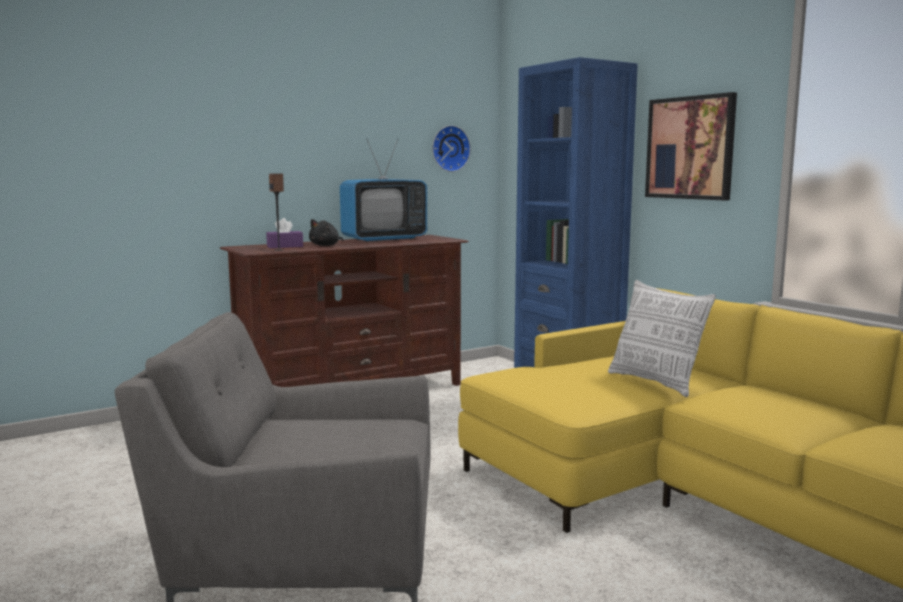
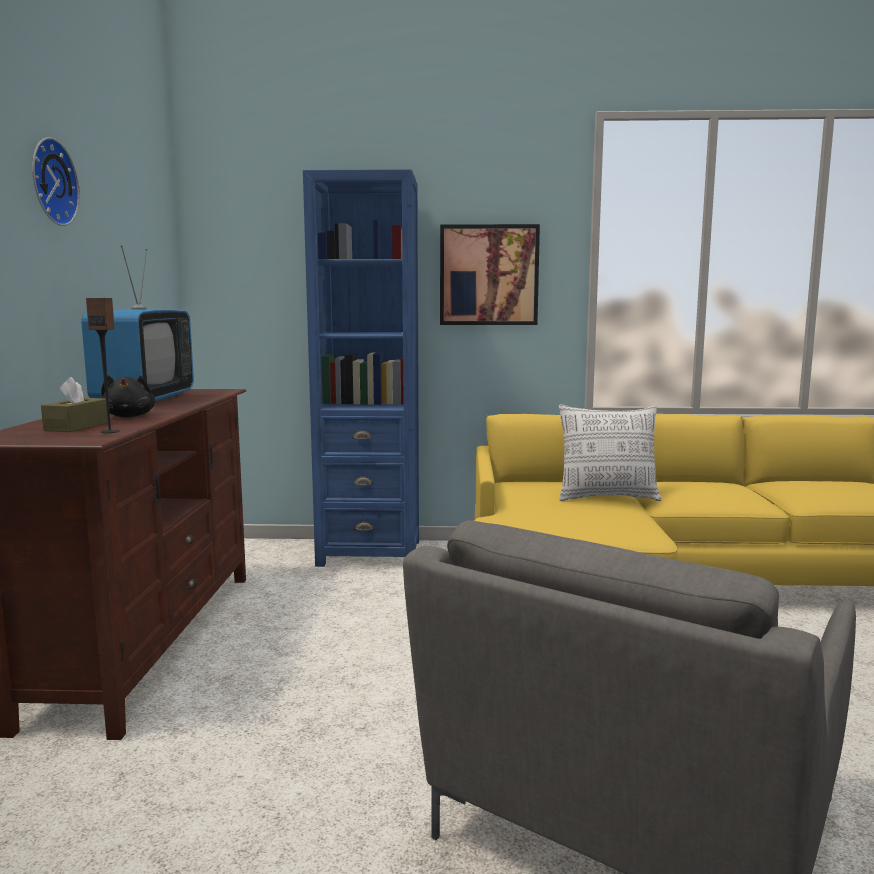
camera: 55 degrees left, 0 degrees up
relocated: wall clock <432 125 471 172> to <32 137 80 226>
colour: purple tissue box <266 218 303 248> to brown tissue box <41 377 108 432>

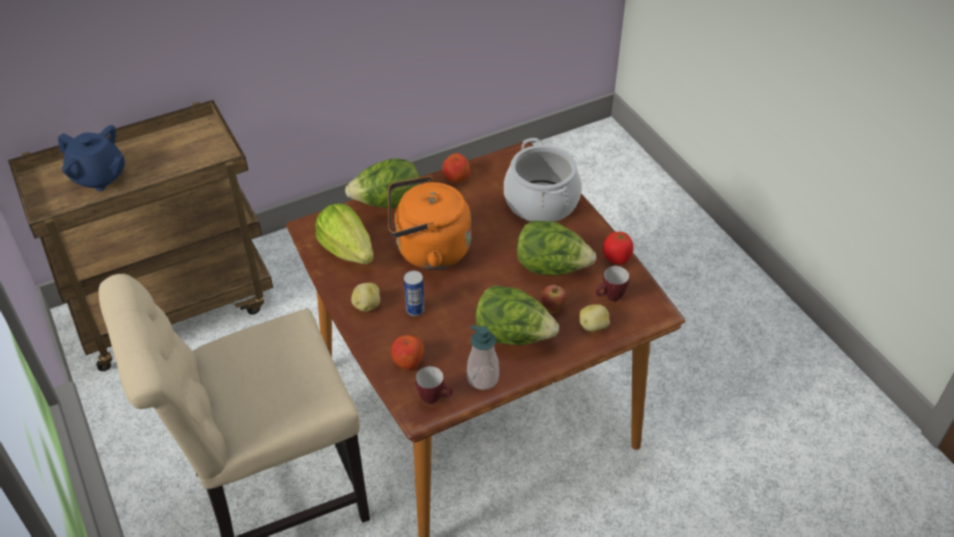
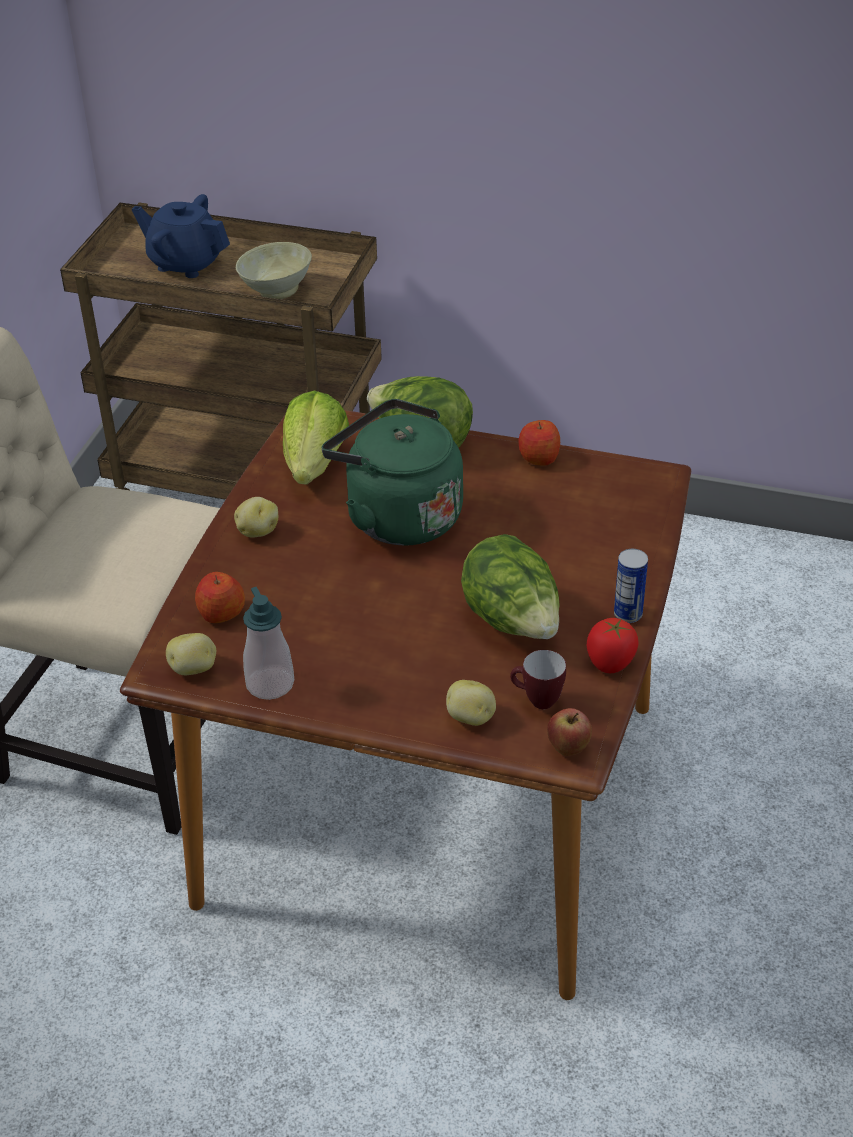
camera: 45 degrees right, 5 degrees down
missing: lettuce <475 285 559 345>; cooking pot <504 138 582 222>
appeared: beige bowl <236 242 312 299>
relocated: can <404 271 425 316> to <614 549 648 623>; apple <541 285 567 312> to <547 708 592 756>
exchanged: mug <415 366 453 404> to potato <166 633 216 675>
colour: orange kettle <388 176 471 270> to green kettle <322 399 463 545>
spun: blue teapot <58 125 125 191> = <132 194 230 278> 135 degrees clockwise

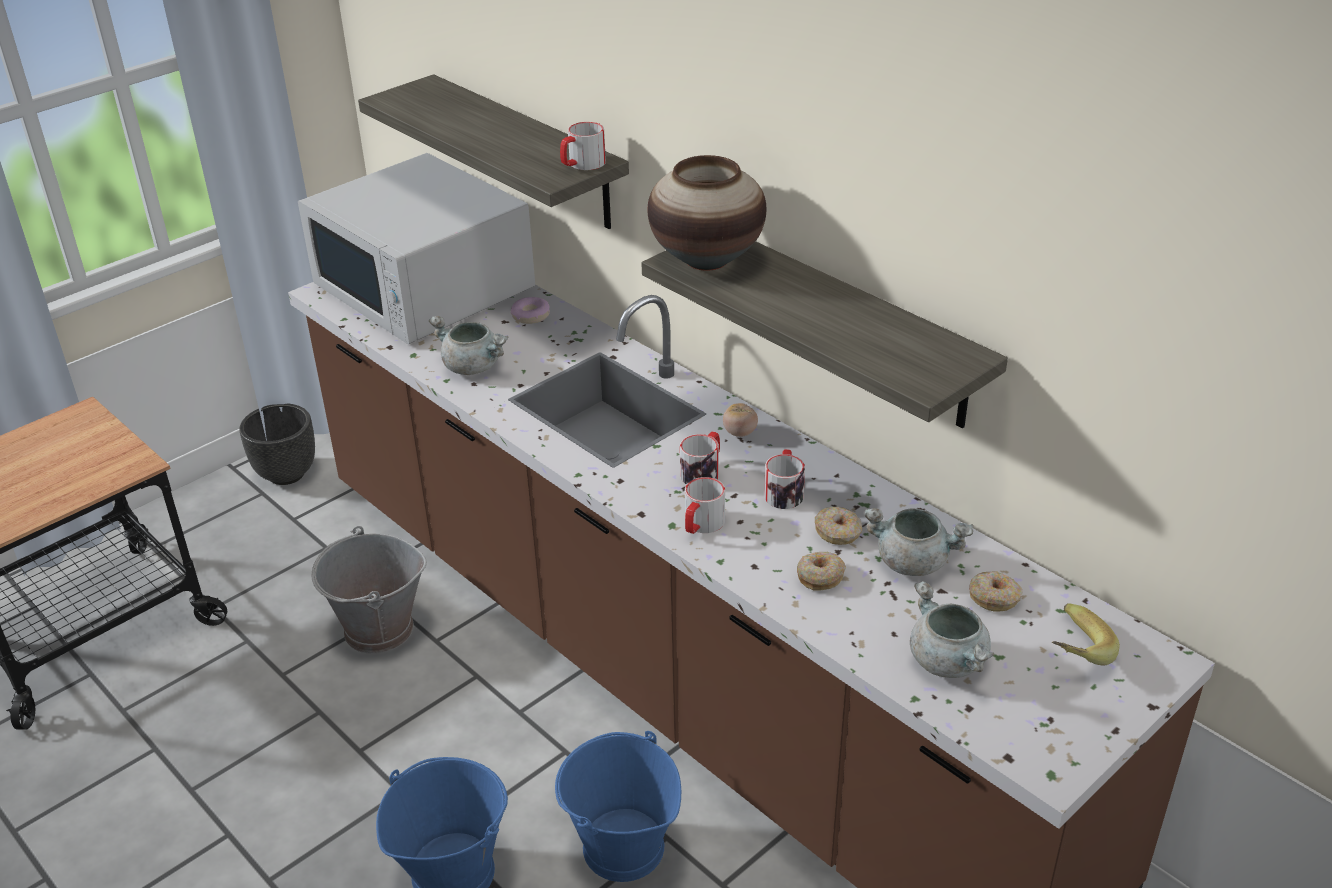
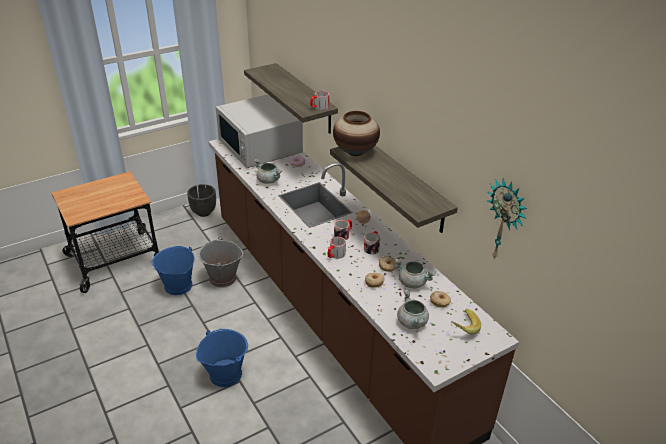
camera: 10 degrees right, 0 degrees up
appeared: wall clock <487 178 527 259>
relocated: blue bucket <555 731 681 882> to <151 246 195 295>

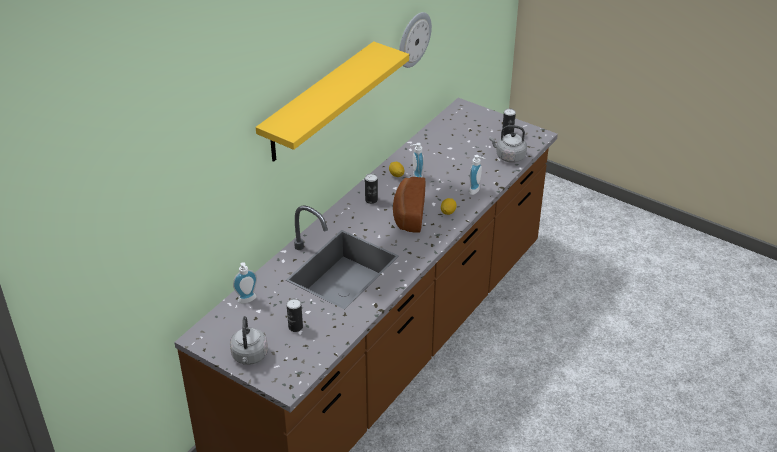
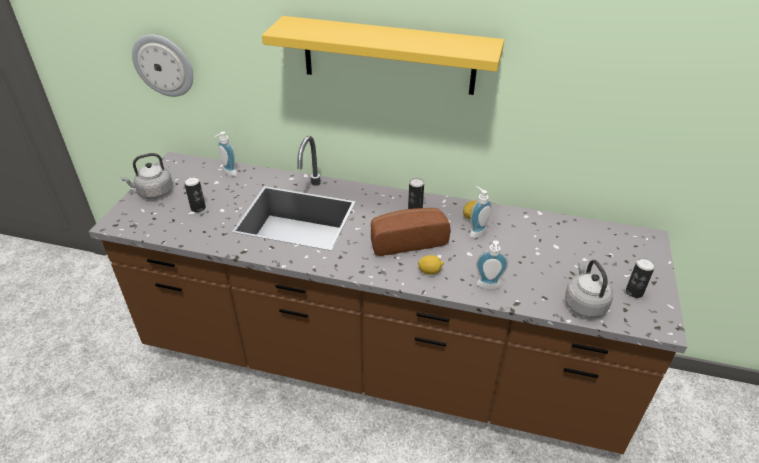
camera: 70 degrees right, 0 degrees up
relocated: wall clock <399 12 432 68> to <132 35 193 97>

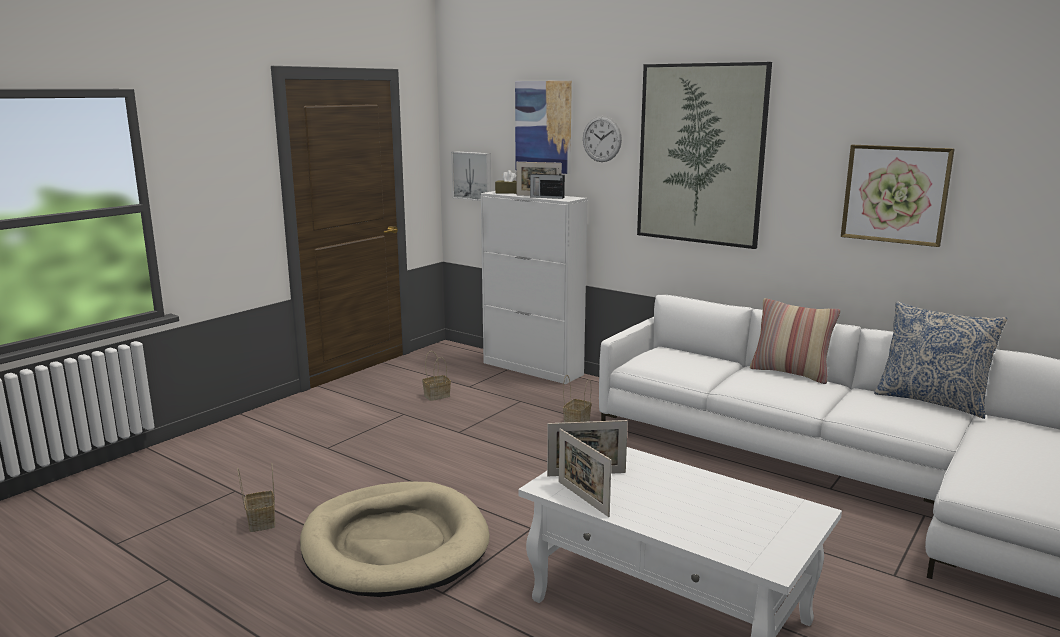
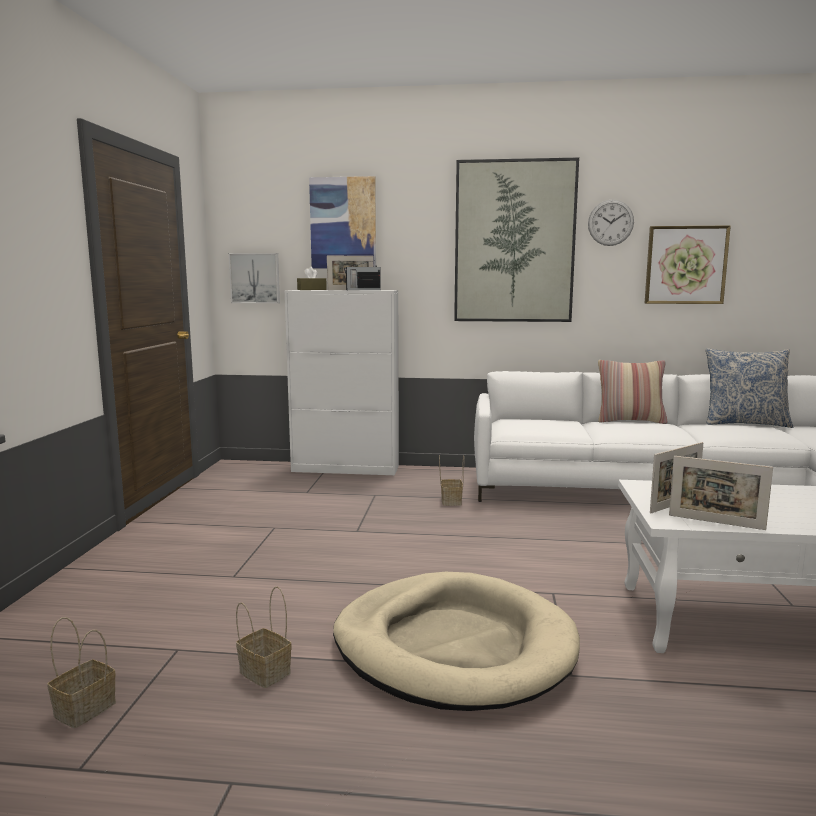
camera: 30 degrees left, 5 degrees down
relocated: basket <422 351 451 401> to <47 617 116 728>; wall clock <583 116 622 162> to <588 199 634 246>

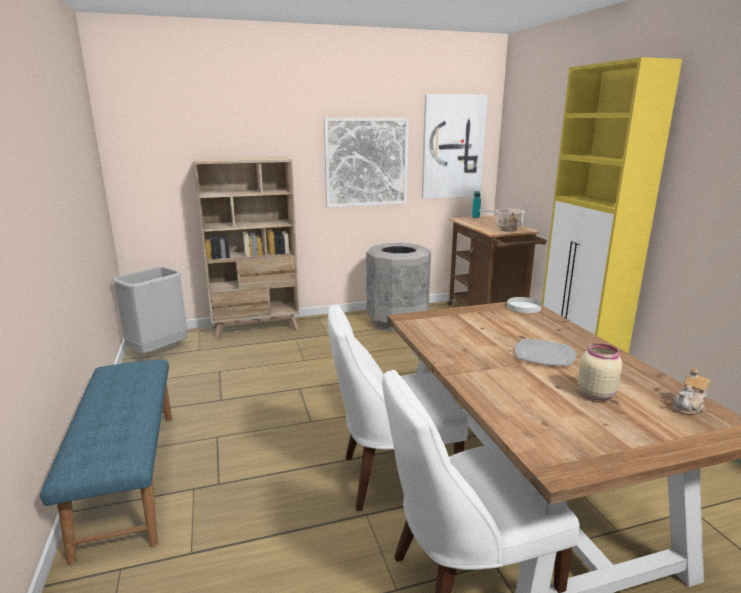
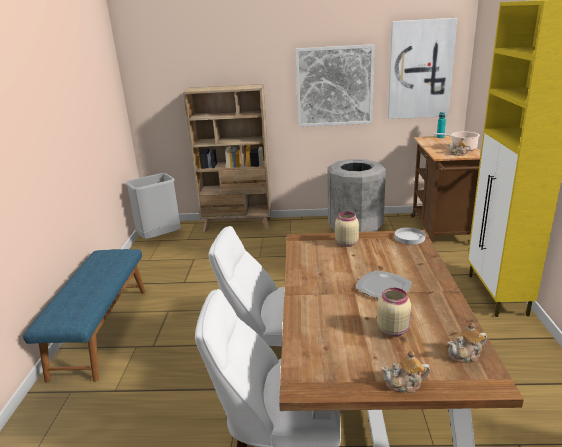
camera: 20 degrees right, 5 degrees up
appeared: beige jar <335 212 359 247>; teapot <381 351 430 393>

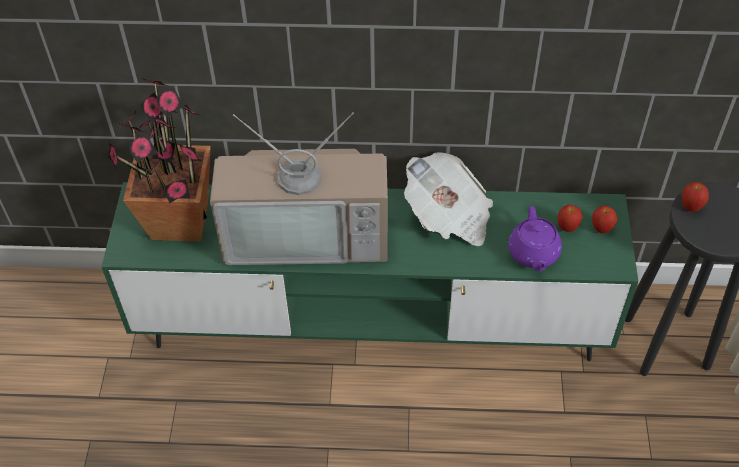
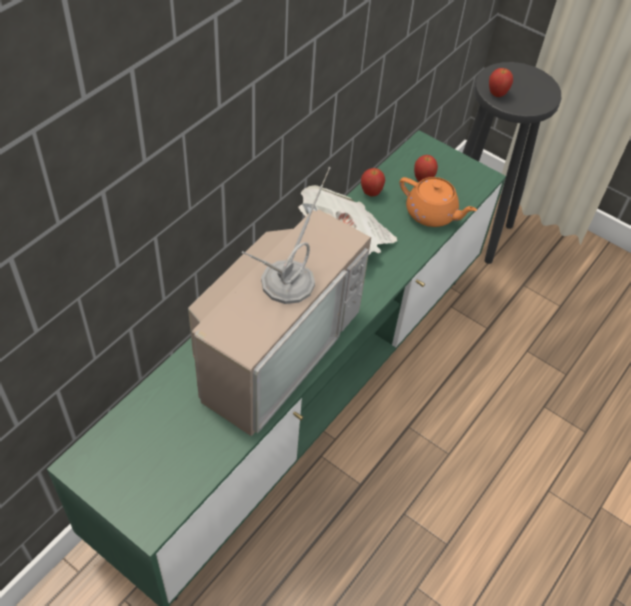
camera: 60 degrees left, 0 degrees up
missing: potted plant <108 78 211 241>
relocated: apple <592 206 617 233> to <361 168 385 196>
colour: purple teapot <508 206 562 271> to orange teapot <400 177 477 227>

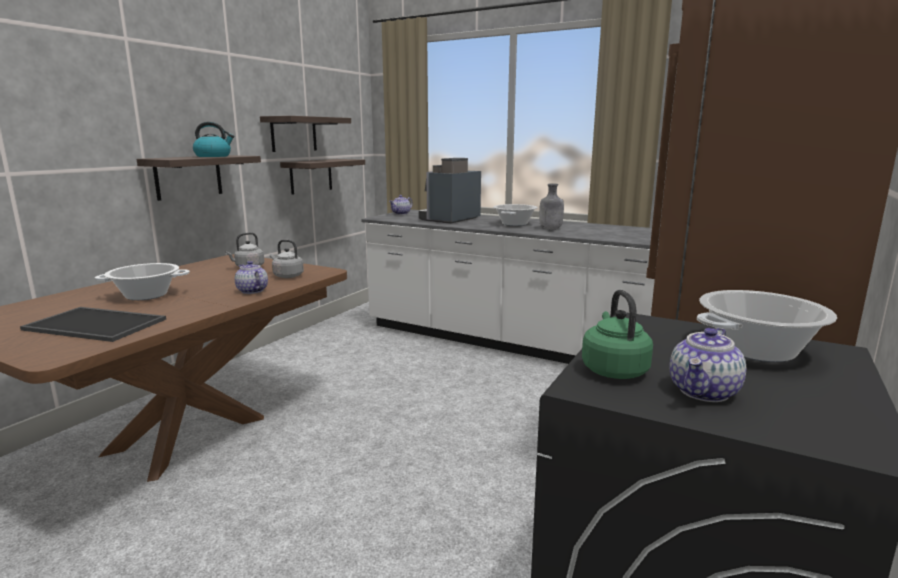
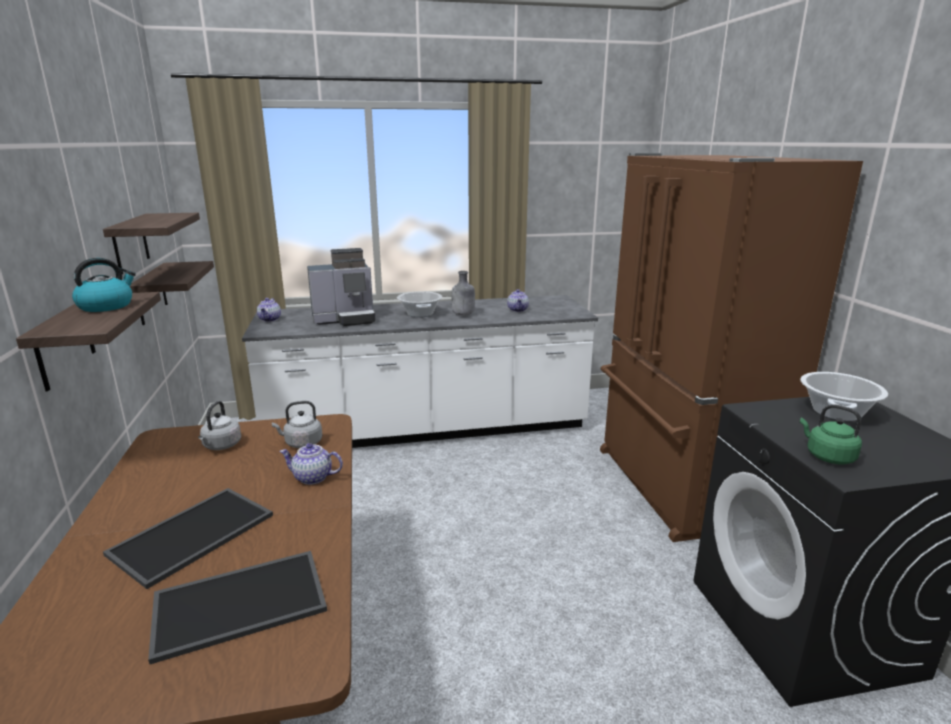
camera: 40 degrees left, 5 degrees up
relocated: teapot <669 328 746 402> to <507 289 529 312>
exchanged: cooking pot <95 263 190 300> to tray <103 488 273 589>
spun: coffee machine <418 158 481 224> = <307 248 376 326> 105 degrees counterclockwise

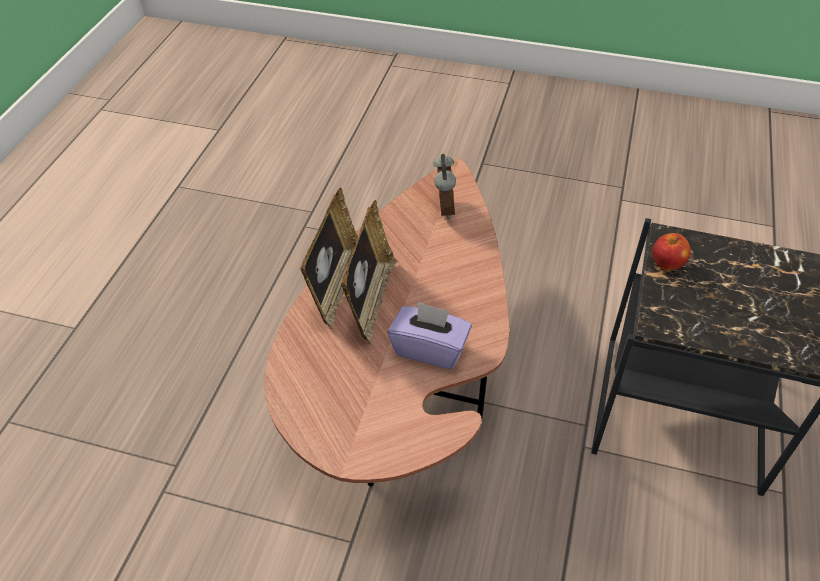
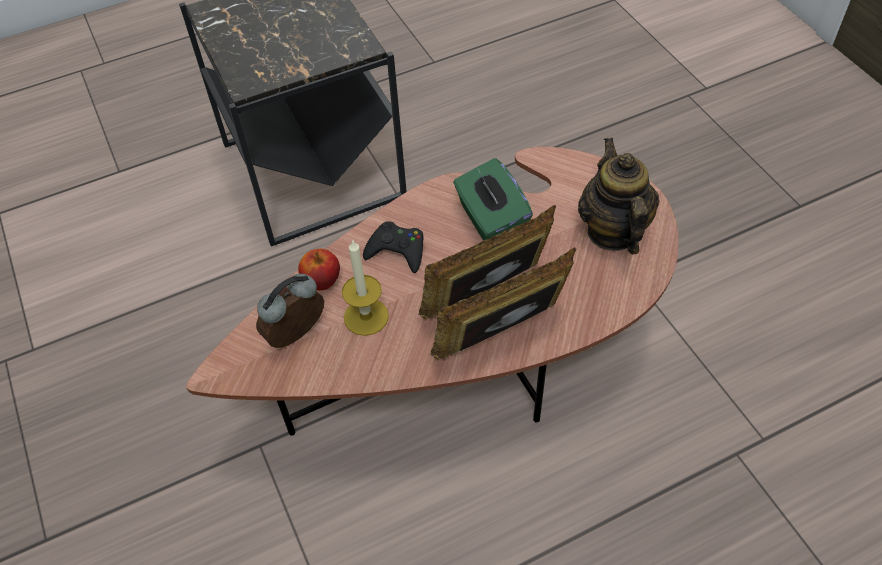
camera: 130 degrees left, 5 degrees up
appeared: candle <342 239 389 336>; black game controller <363 221 424 273>; teapot <578 138 660 254>
relocated: apple <652 233 690 271> to <298 249 340 291>
colour: purple tissue box <388 301 472 369> to green tissue box <453 158 533 240>

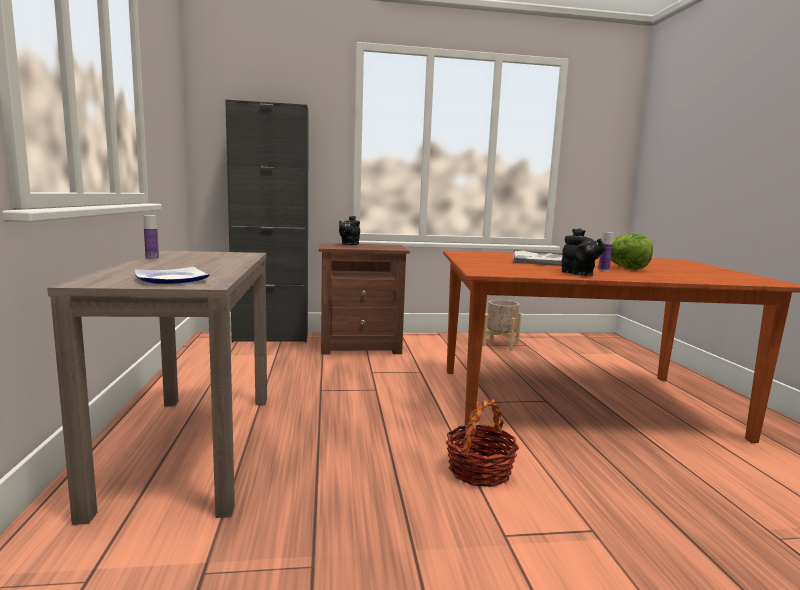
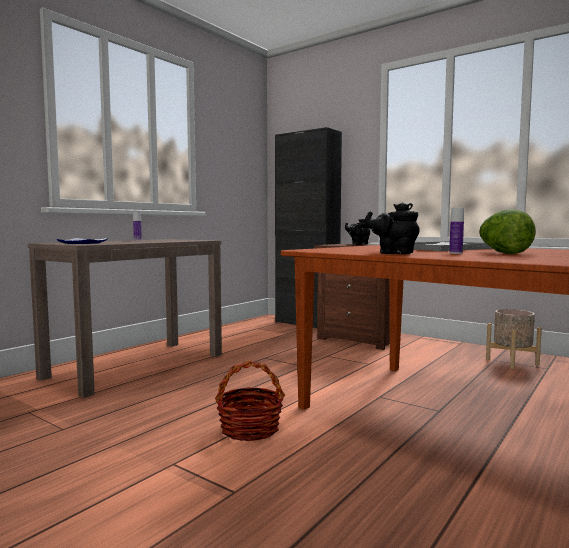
camera: 45 degrees right, 5 degrees down
spun: black teapot <561 228 605 276> = <365 202 420 254> 90 degrees clockwise

